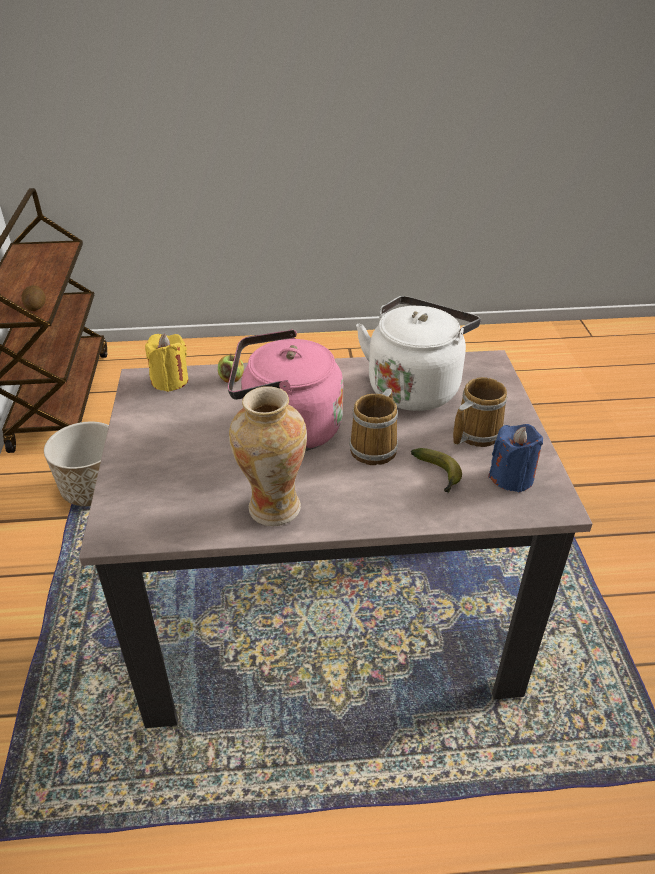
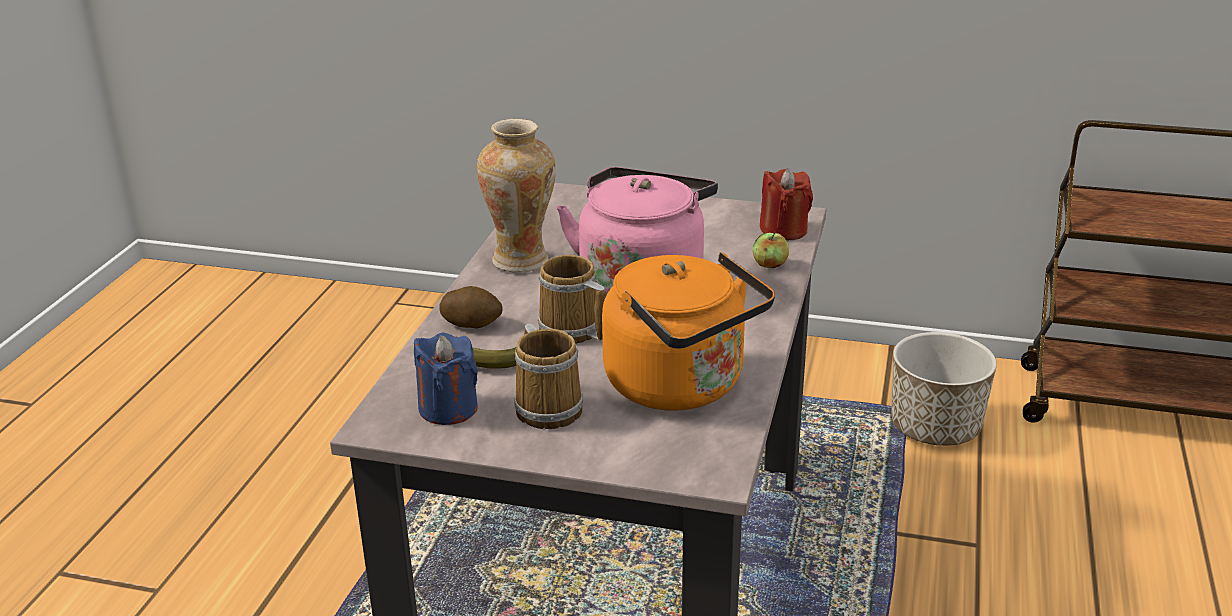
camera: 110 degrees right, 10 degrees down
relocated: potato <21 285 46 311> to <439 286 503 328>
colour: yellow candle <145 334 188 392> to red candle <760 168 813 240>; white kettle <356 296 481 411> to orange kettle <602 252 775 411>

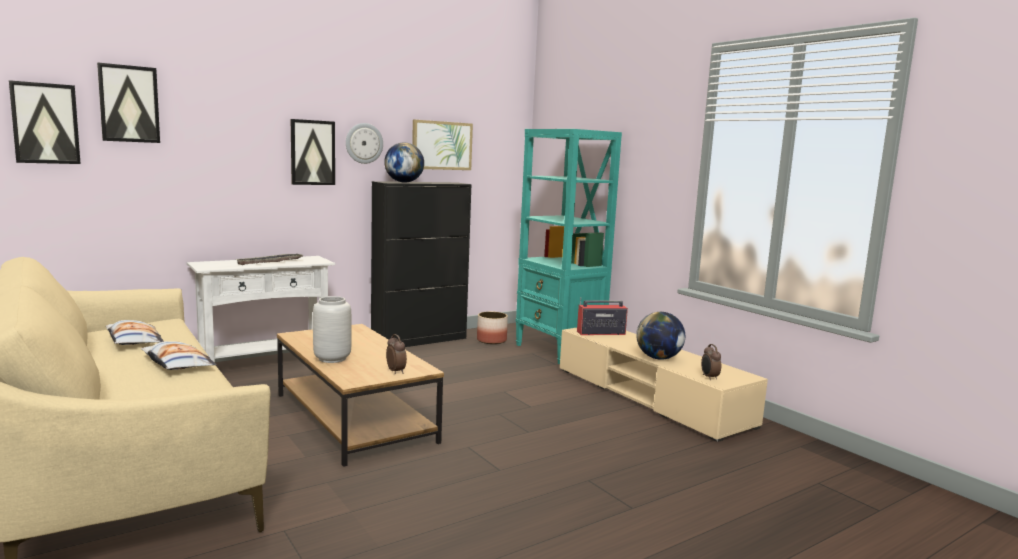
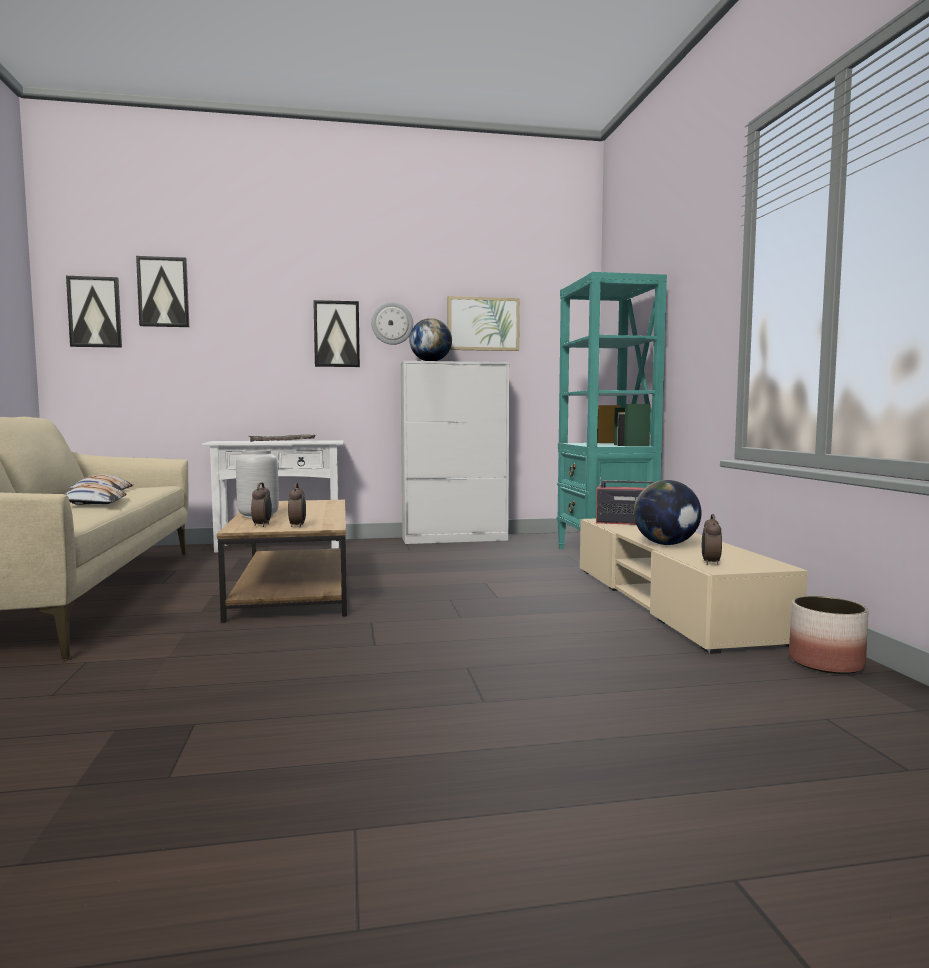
camera: 25 degrees right, 5 degrees down
appeared: alarm clock <251 482 272 527>
relocated: planter <477 312 508 344> to <789 596 868 674>
colour: black cabinet <371 181 472 347> to white cabinet <401 361 509 544>

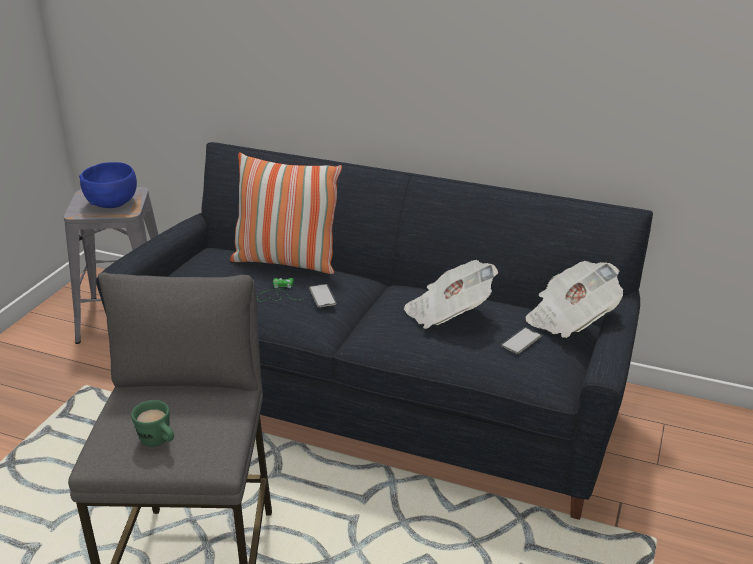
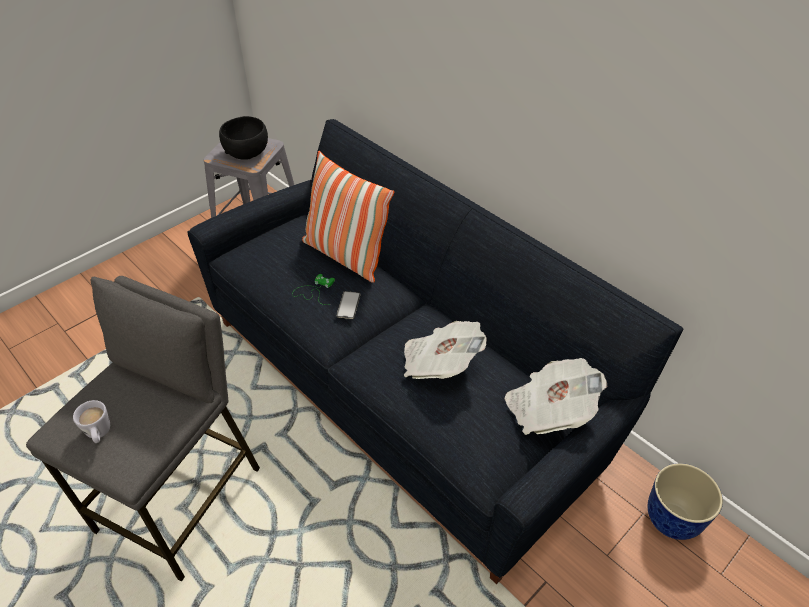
camera: 25 degrees right, 15 degrees up
missing: phone <501 328 542 354>
appeared: planter <648 463 723 540>
colour: blue bowl <79 162 137 208> to black bowl <219 116 268 160>; green mug <131 400 174 447> to white mug <73 400 110 443>

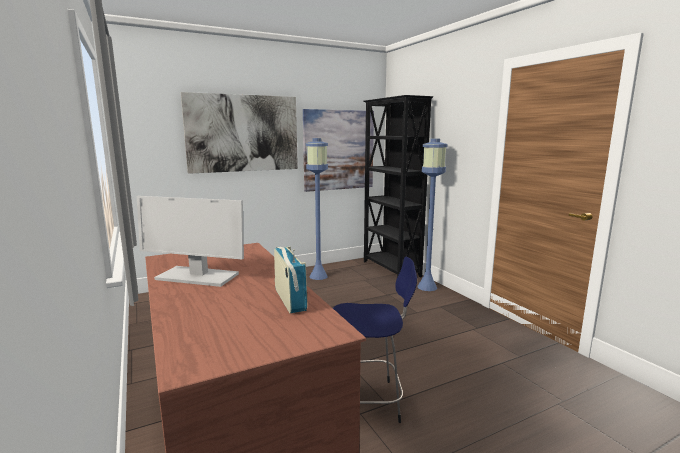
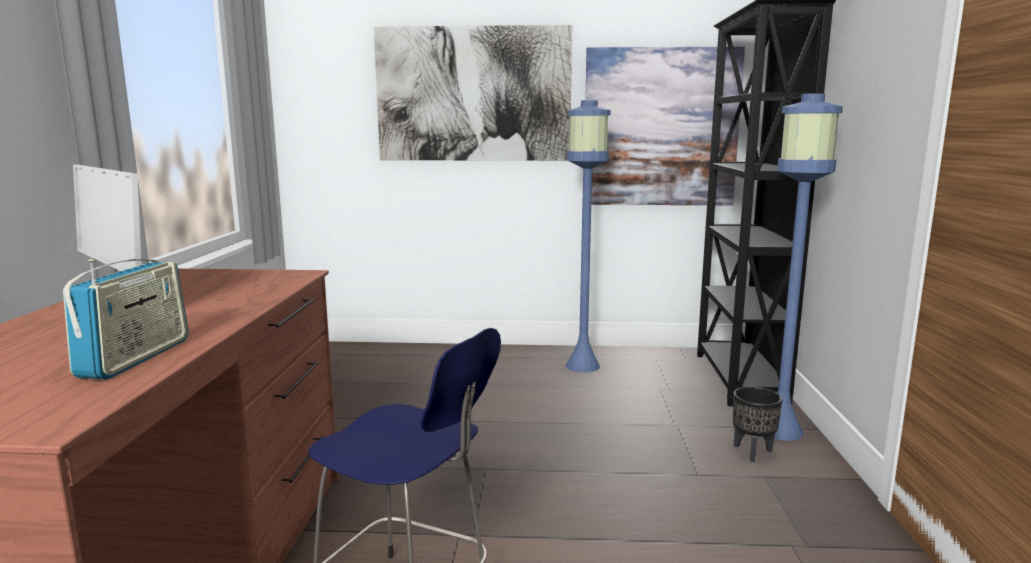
camera: 30 degrees right, 0 degrees up
appeared: black planter <733 387 783 462>

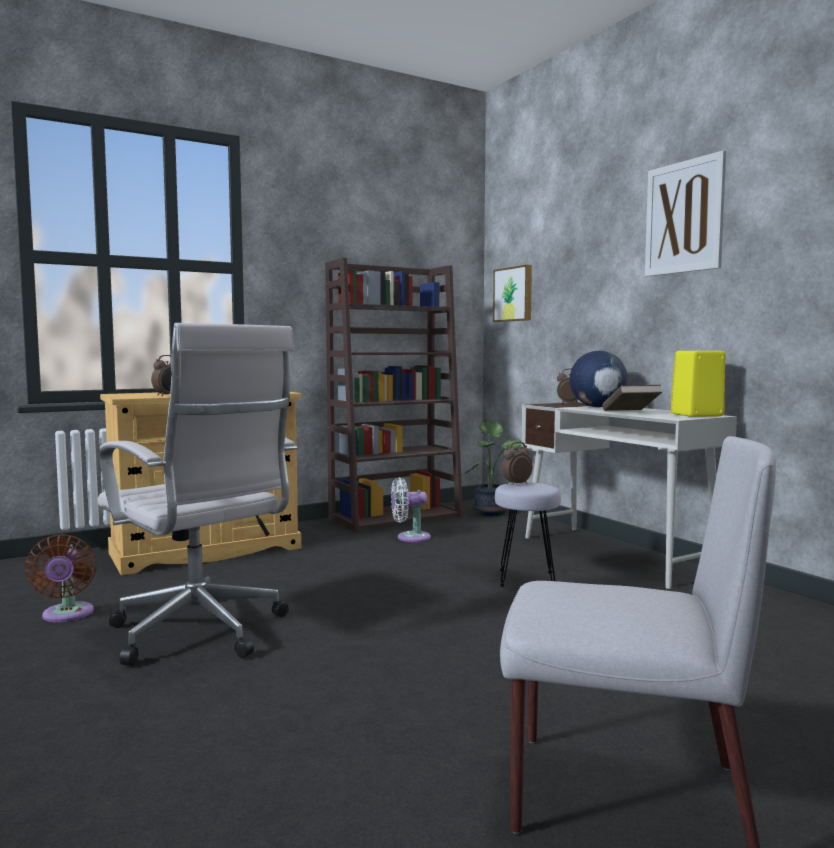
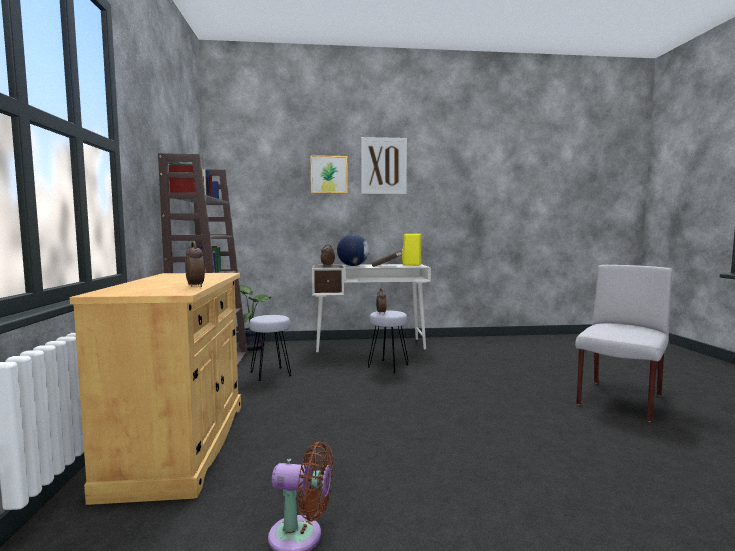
camera: 65 degrees left, 0 degrees up
missing: white office chair <98 323 297 666>
relocated: picture <493 265 532 322> to <310 155 348 193>
exchanged: white fan <391 478 431 542> to grey stool <249 315 292 381>

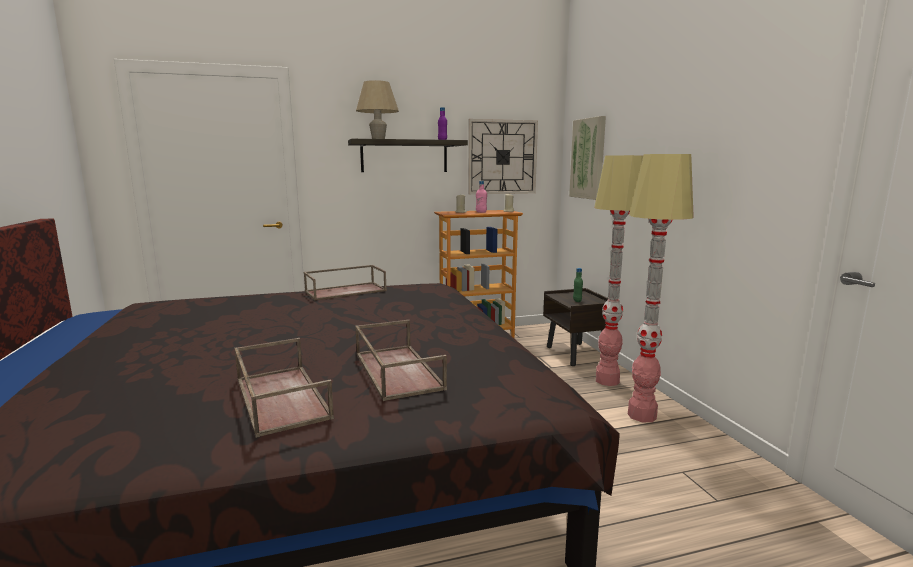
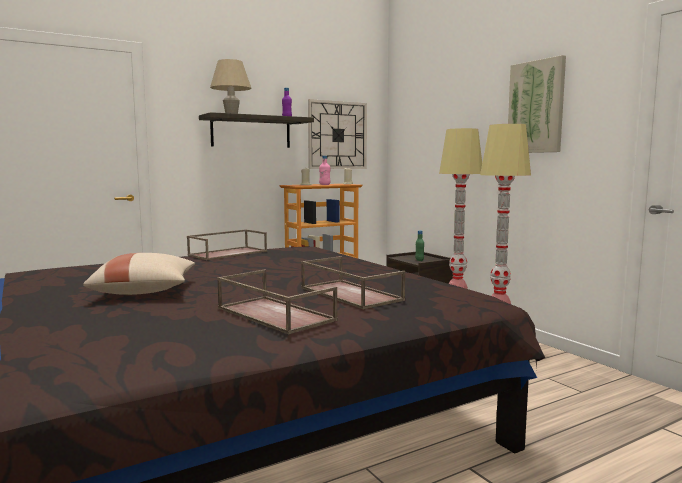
camera: 15 degrees left, 5 degrees down
appeared: beige pillow <83 253 195 295>
relocated: picture <569 116 606 200> to <508 55 566 153>

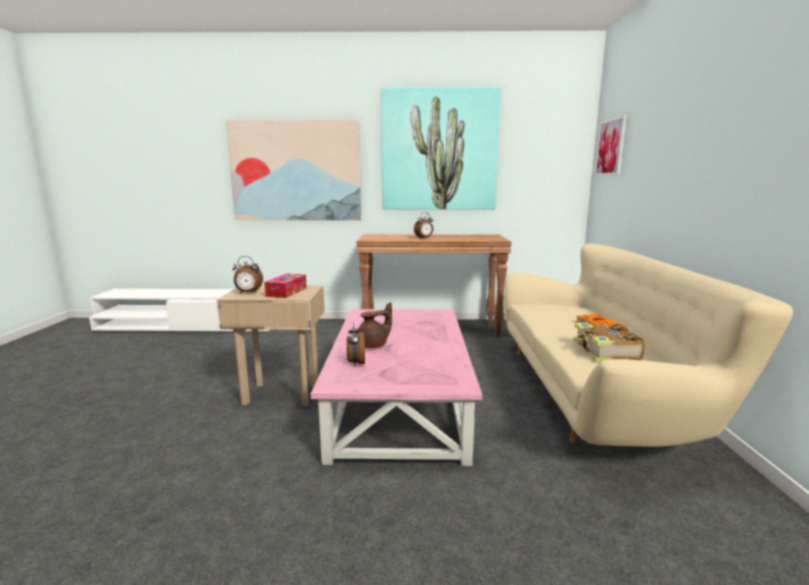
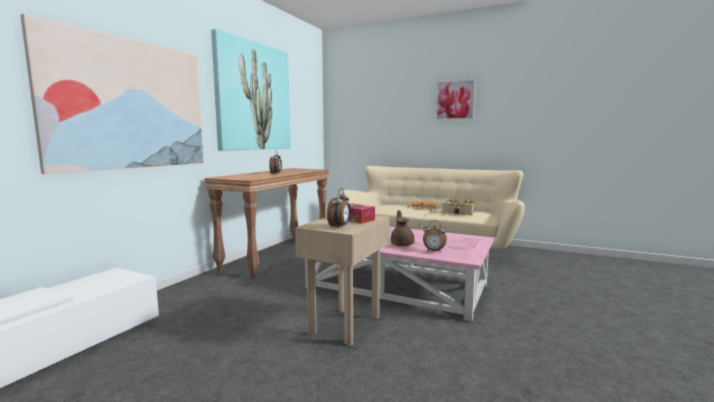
camera: 65 degrees left, 5 degrees down
relocated: picture <594 115 627 176> to <435 79 476 121>

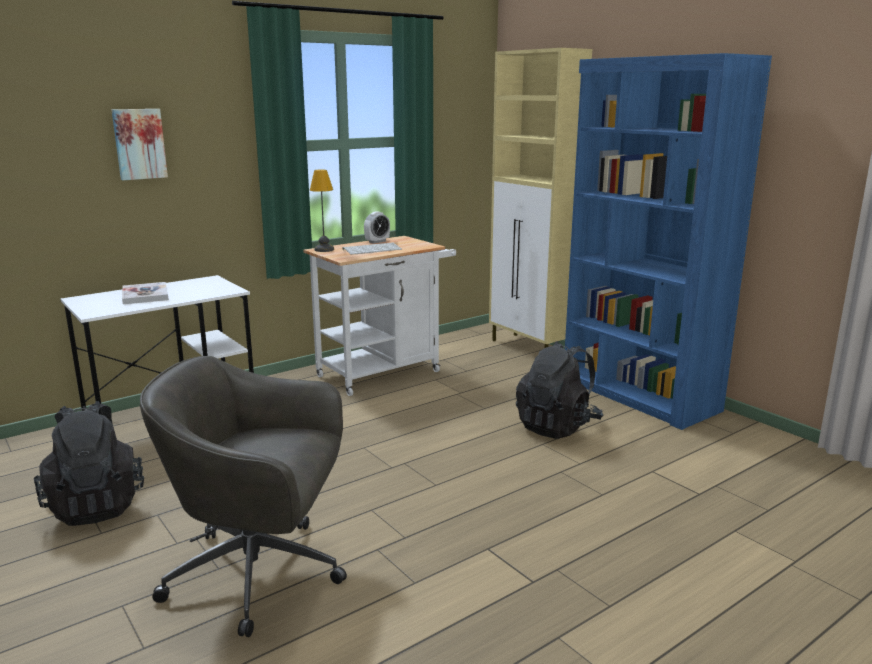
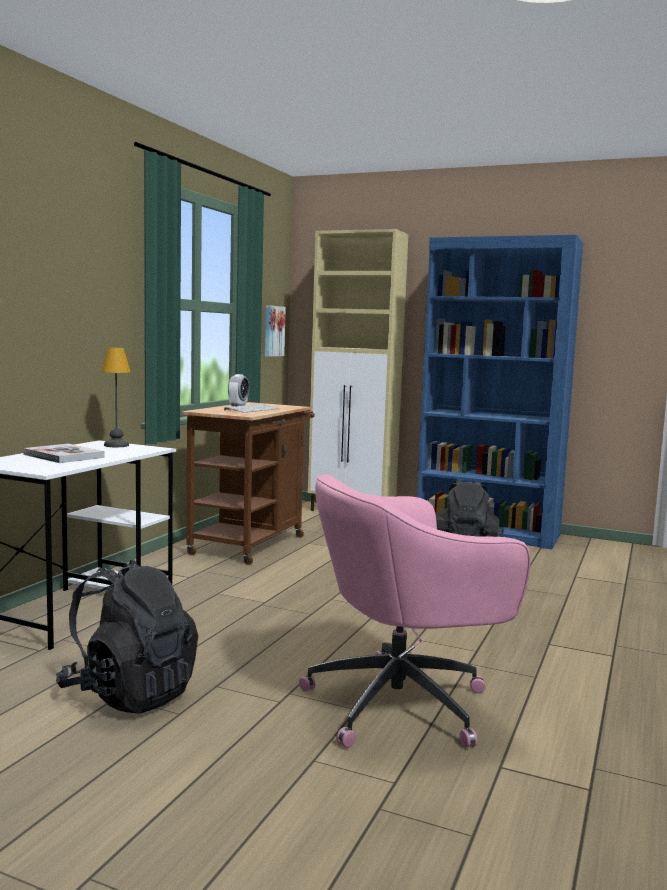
camera: 30 degrees left, 10 degrees down
relocated: picture <111 109 168 180> to <265 305 286 357>; table lamp <310 169 334 252> to <101 348 131 447>
colour: grey office chair <140 356 347 637> to pink office chair <299 474 531 748>; white cart <303 236 456 396> to brown cart <182 402 315 565>

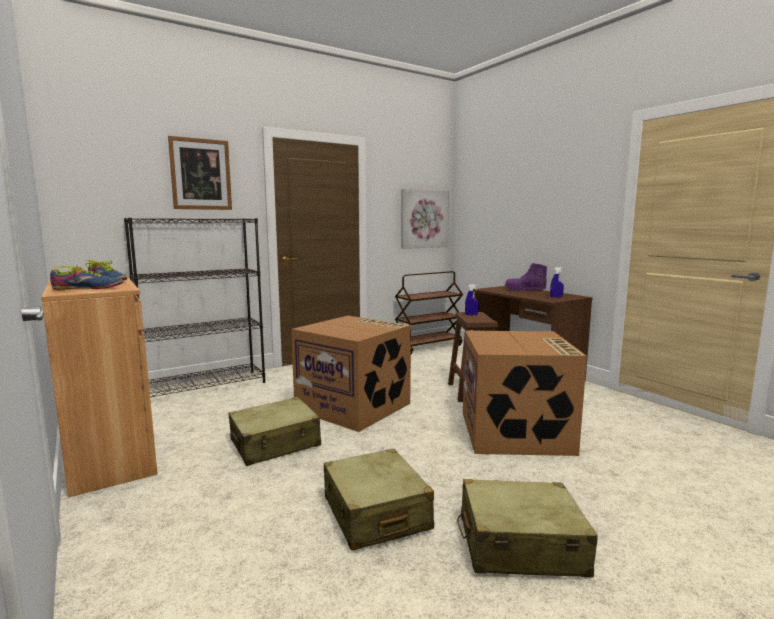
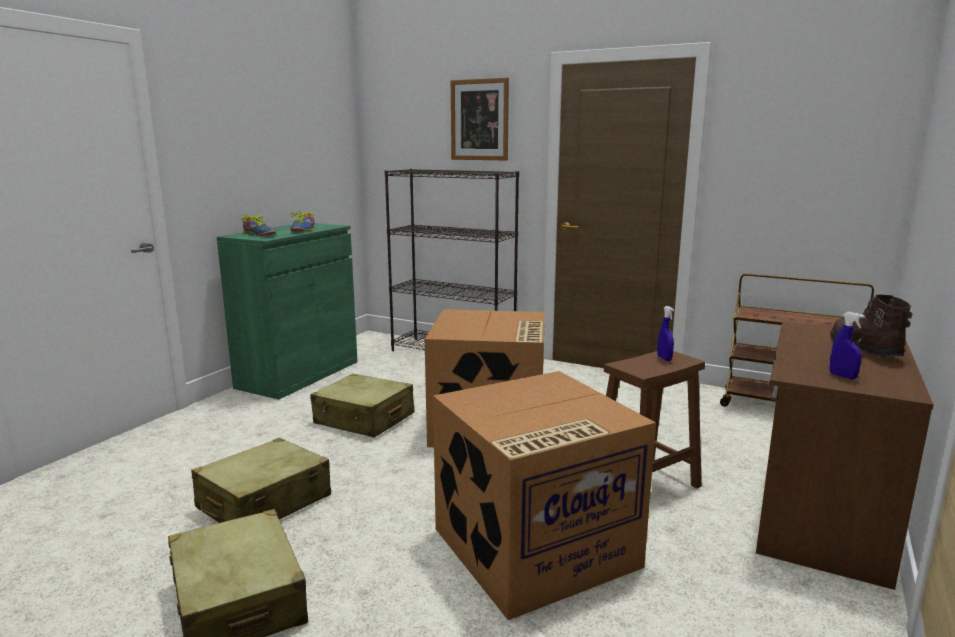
camera: 60 degrees right, 5 degrees up
missing: picture <401 189 449 249>
colour: brown cabinet <41 275 157 498> to green cabinet <217 223 358 400>; purple boot <505 263 547 291> to brown boot <830 295 912 357>

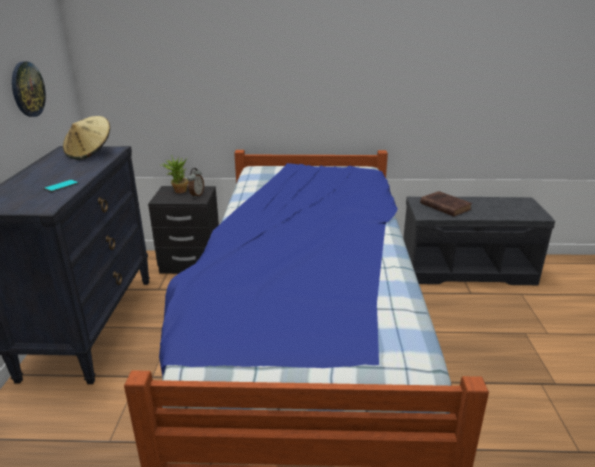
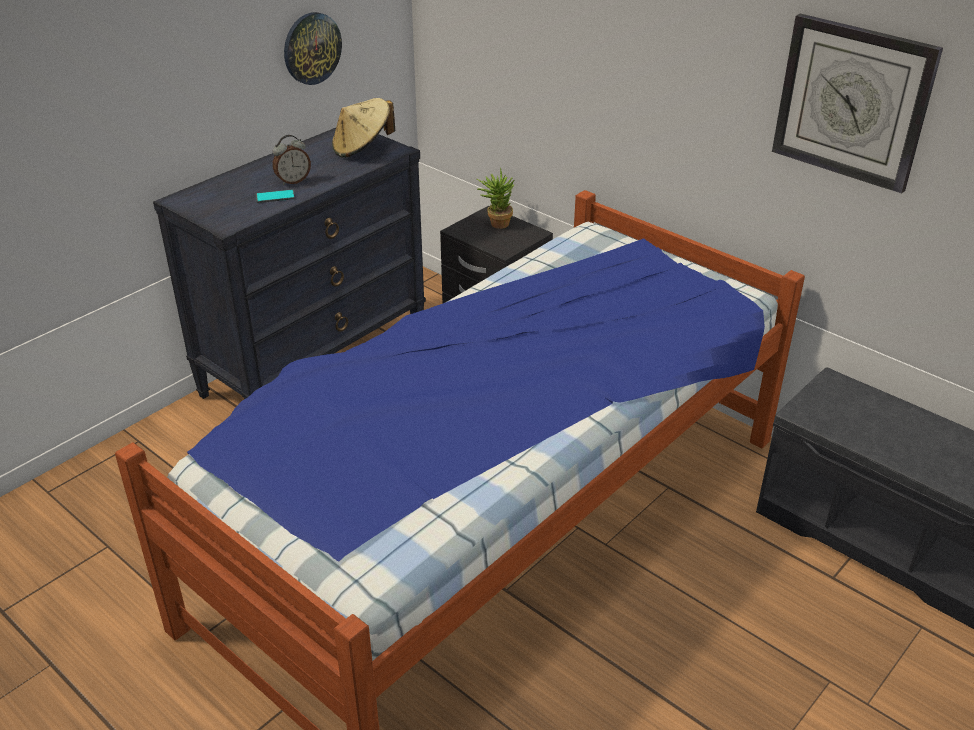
camera: 40 degrees right, 10 degrees up
missing: brown book <420 191 472 216>
appeared: wall clock <772 13 943 194>
relocated: alarm clock <187 168 204 198> to <273 135 311 185>

